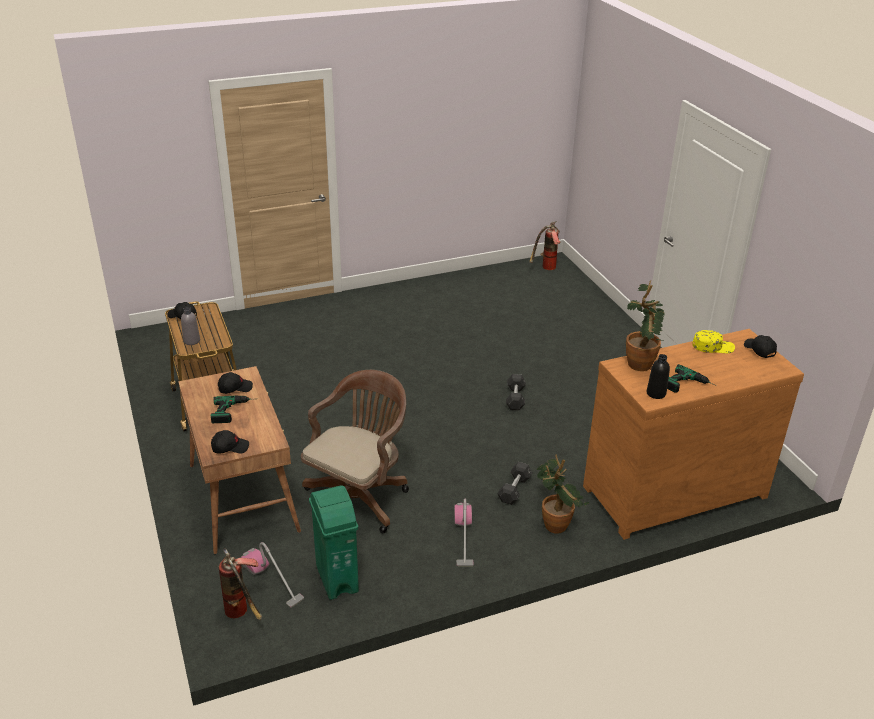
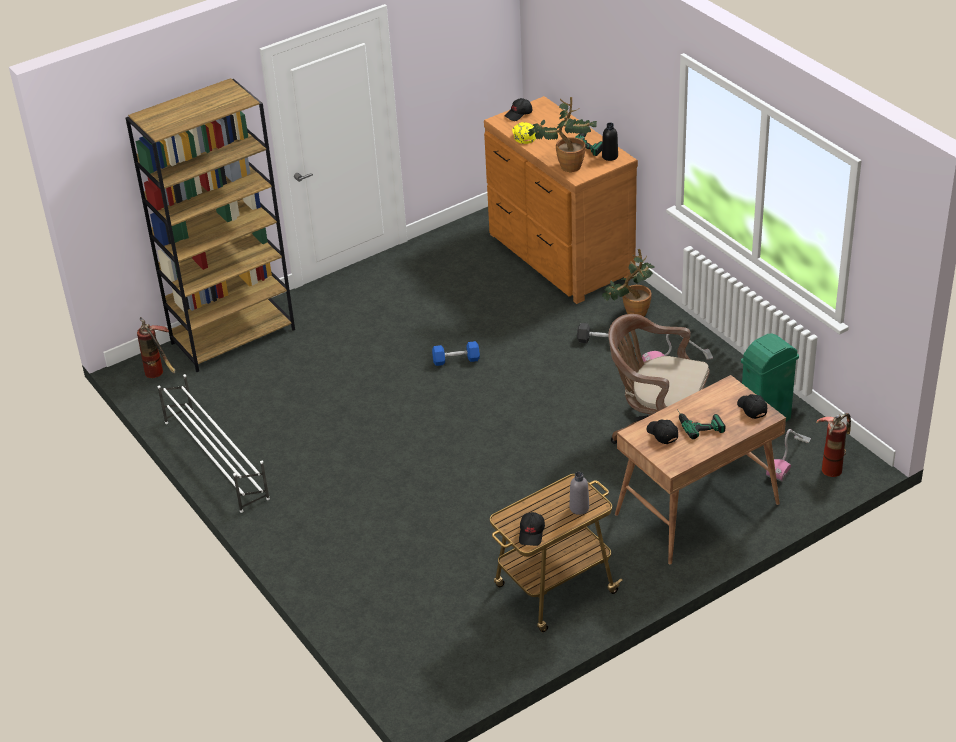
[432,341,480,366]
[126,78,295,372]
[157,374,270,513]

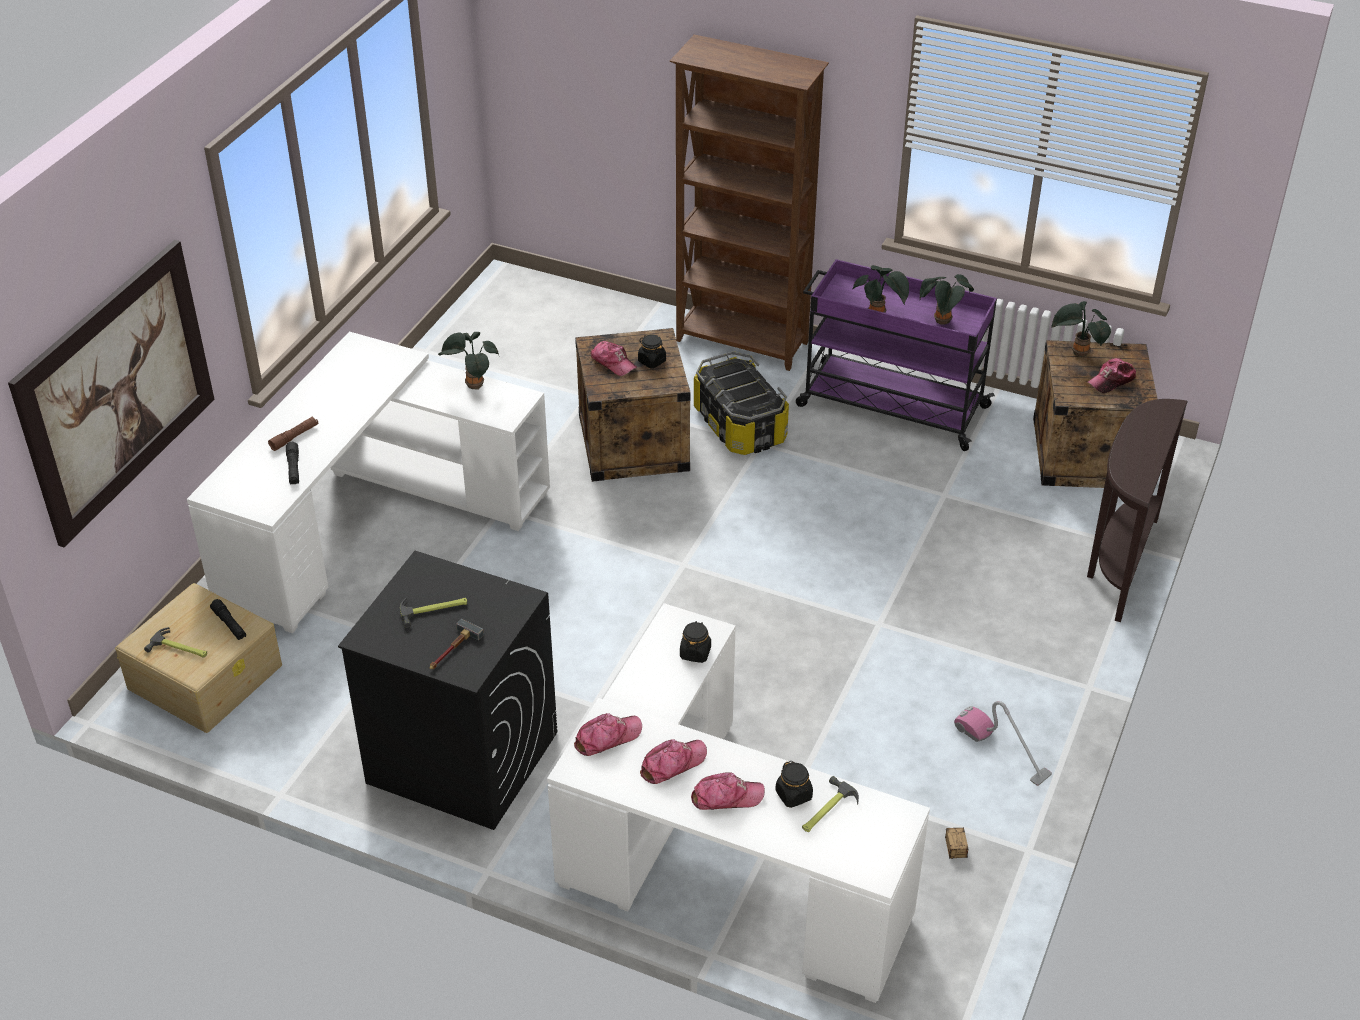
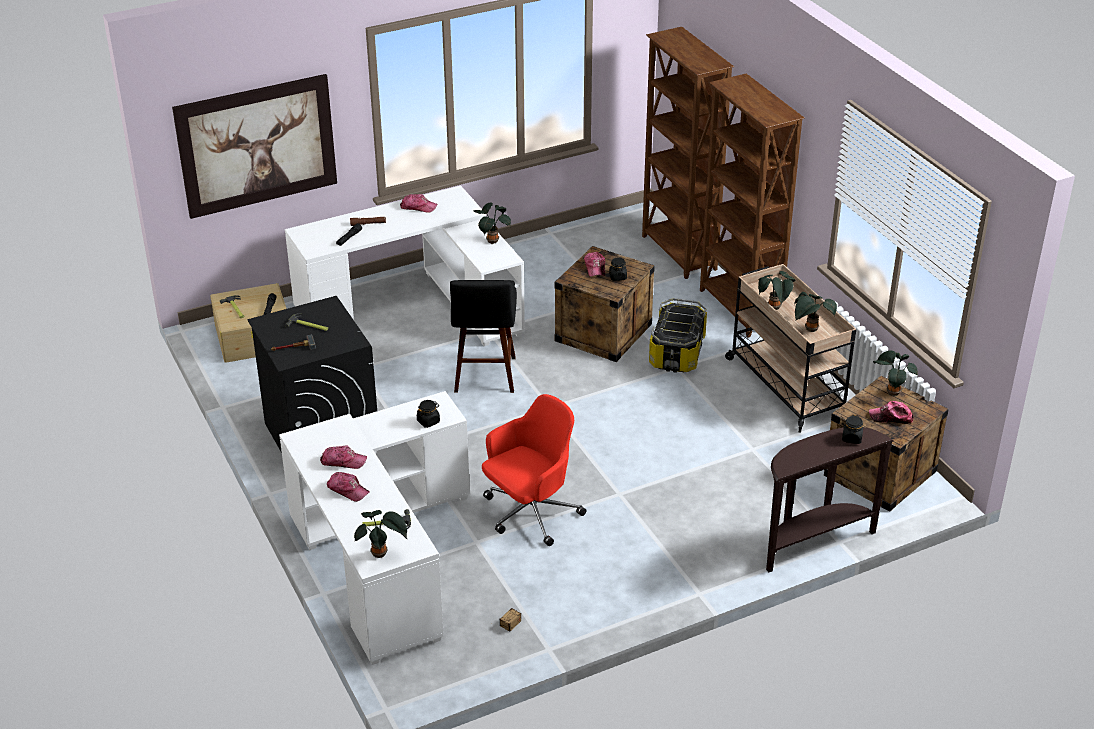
[725,264,856,433]
[954,701,1052,786] (first image)
[400,194,438,213]
[842,415,863,444]
[642,27,734,279]
[450,280,517,393]
[482,394,586,546]
[354,510,407,558]

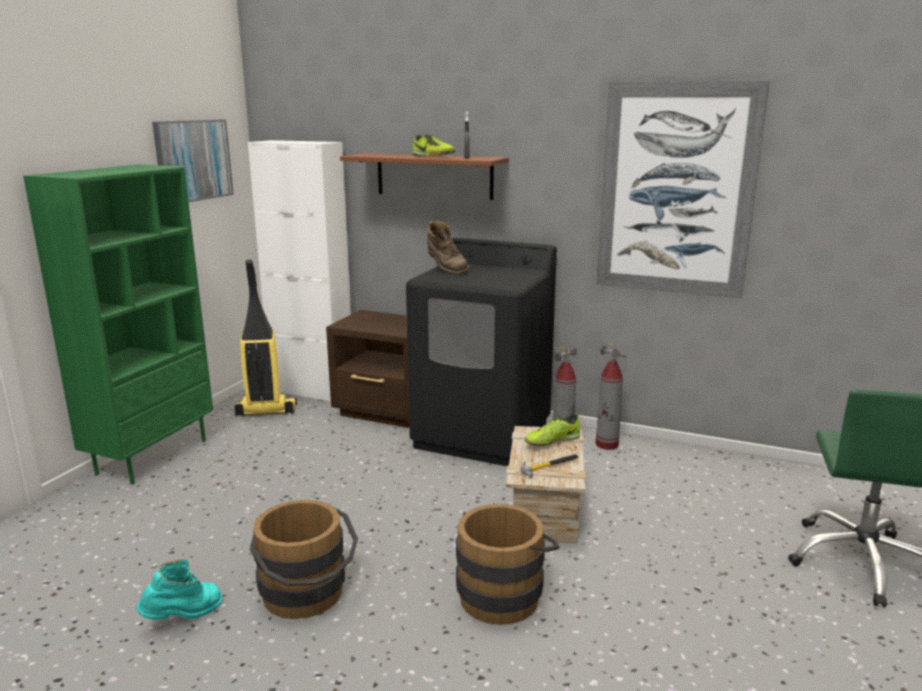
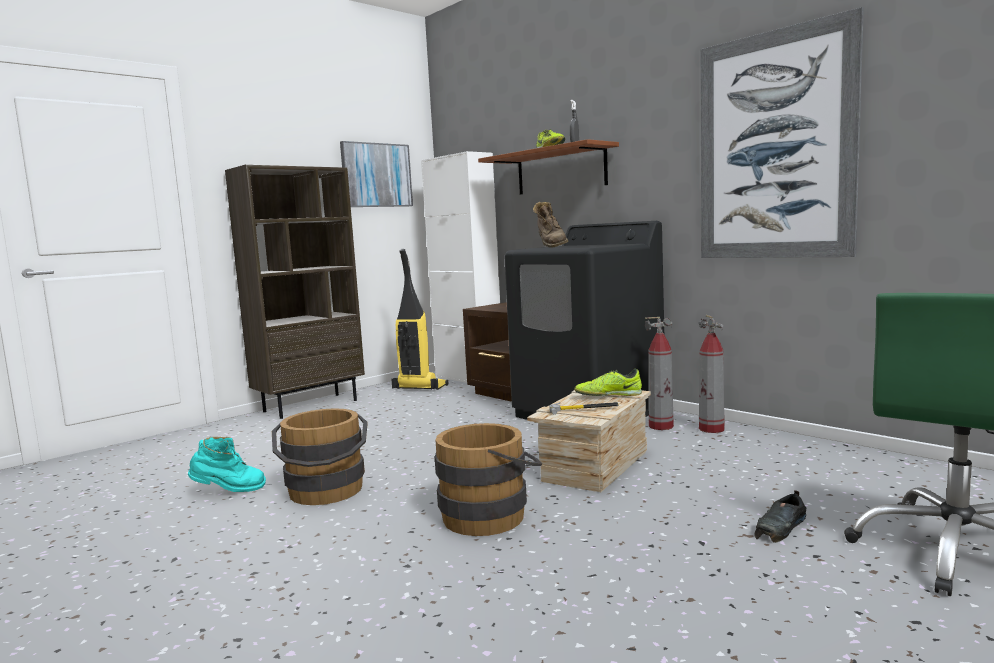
[225,165,365,419]
[754,490,806,543]

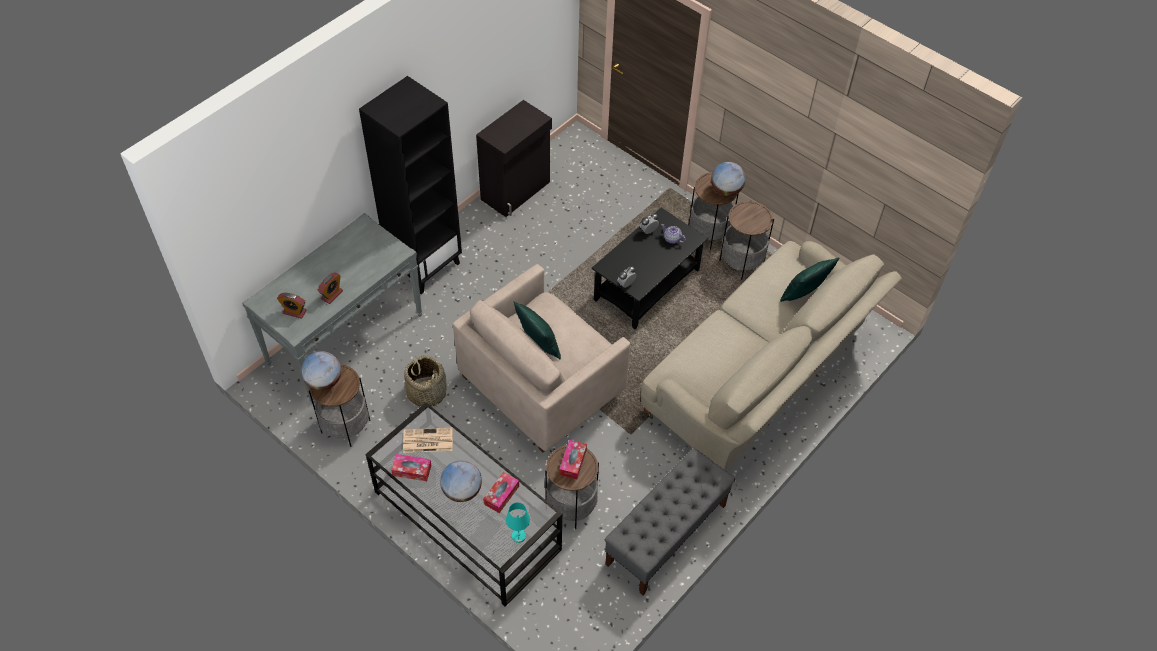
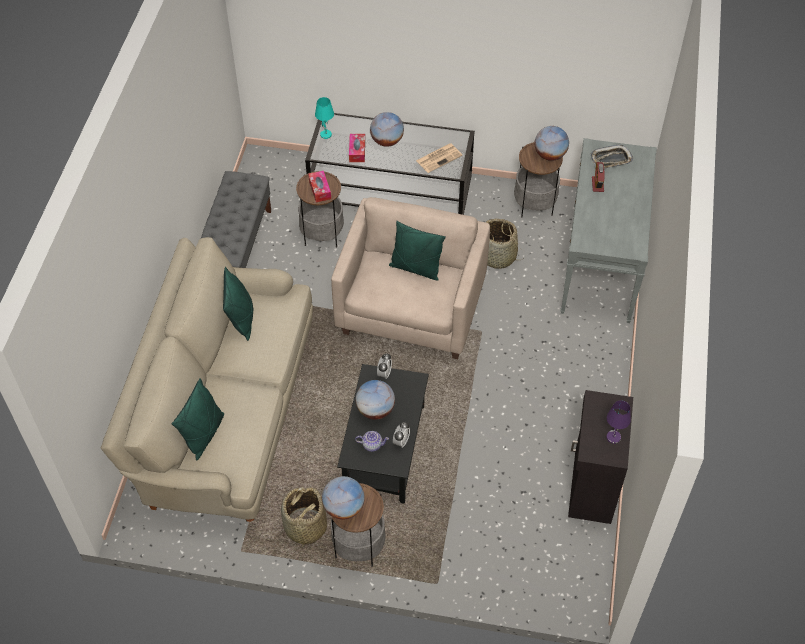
[359,76,462,294] (first image)
[281,487,327,549]
[591,144,633,169]
[391,454,431,481] (first image)
[223,267,254,341]
[356,380,395,420]
[606,400,631,444]

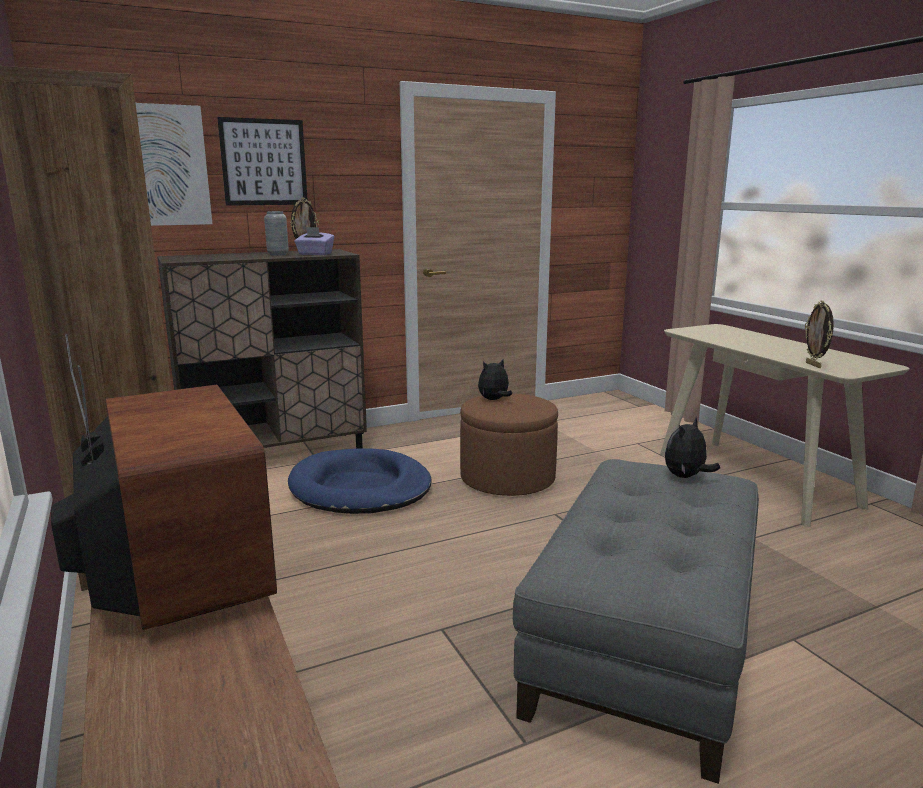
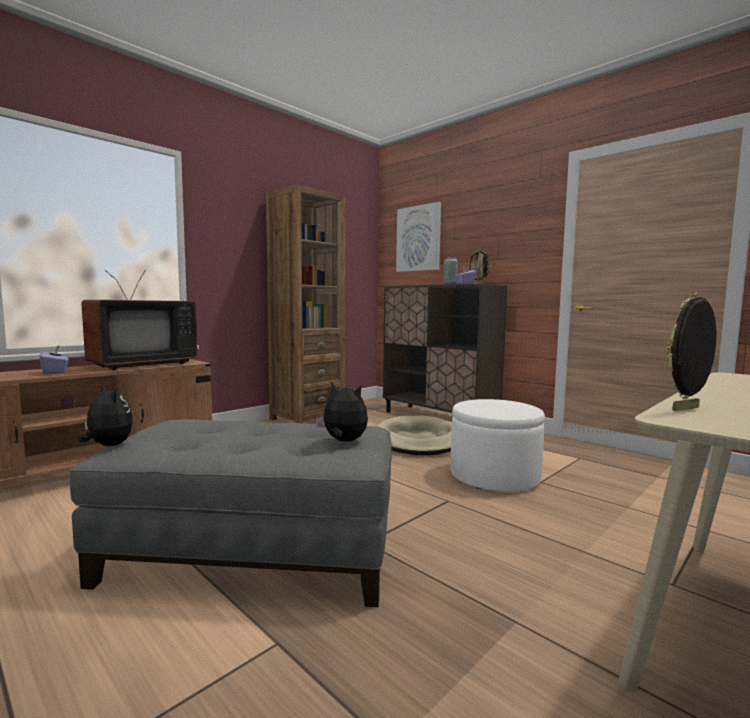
[217,117,308,206] (first image)
[78,384,133,446]
[450,399,545,492]
[376,416,452,455]
[40,345,69,374]

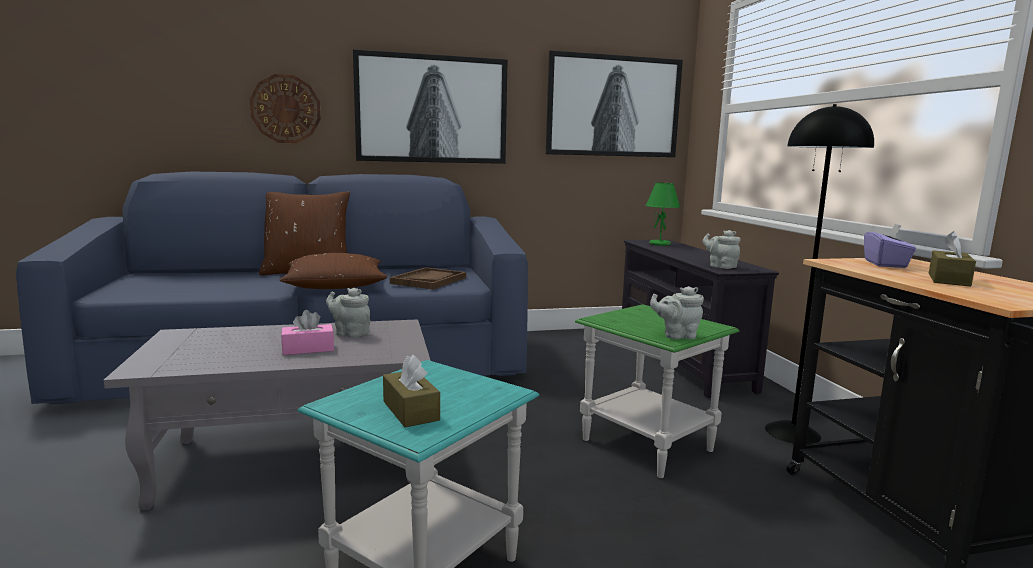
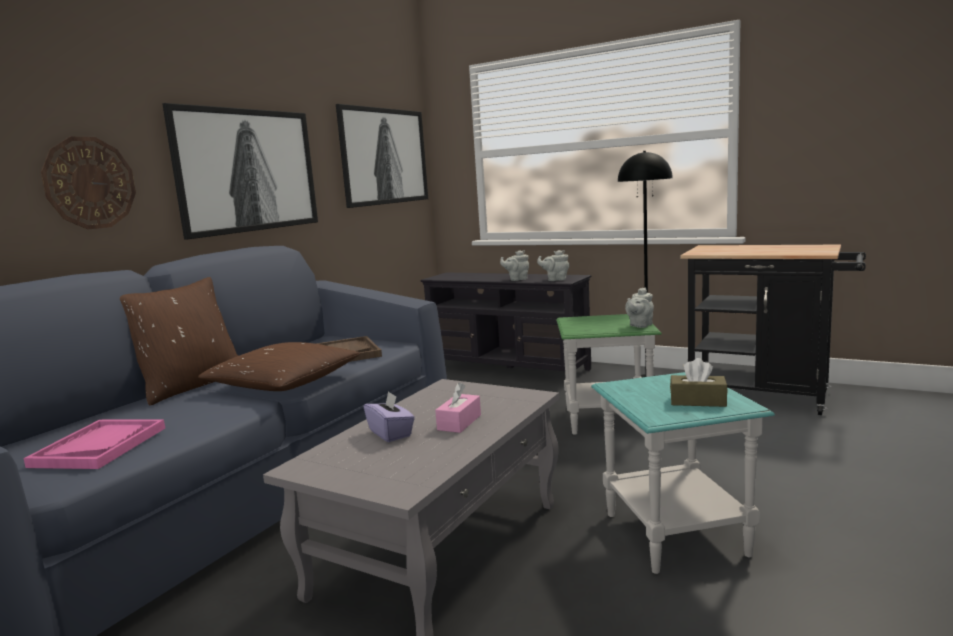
[646,183,680,246] (first image)
[364,391,415,442]
[929,231,976,287] (first image)
[500,250,529,281]
[23,420,165,469]

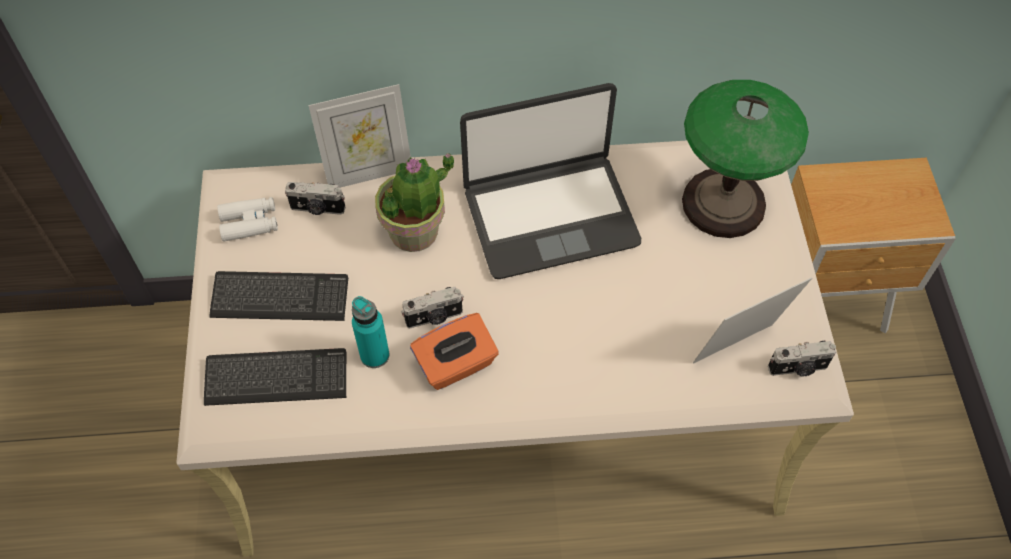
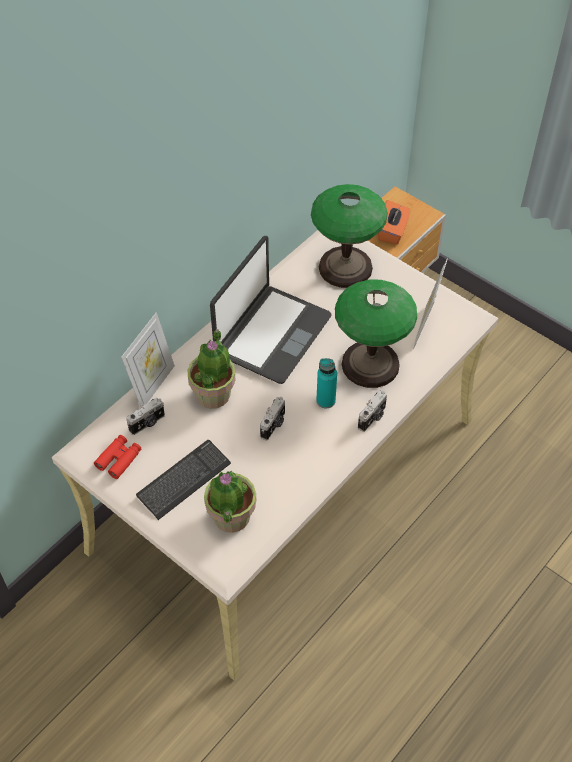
[94,435,141,479]
[316,358,337,408]
[377,200,410,244]
[358,391,387,432]
[204,471,256,533]
[335,280,417,388]

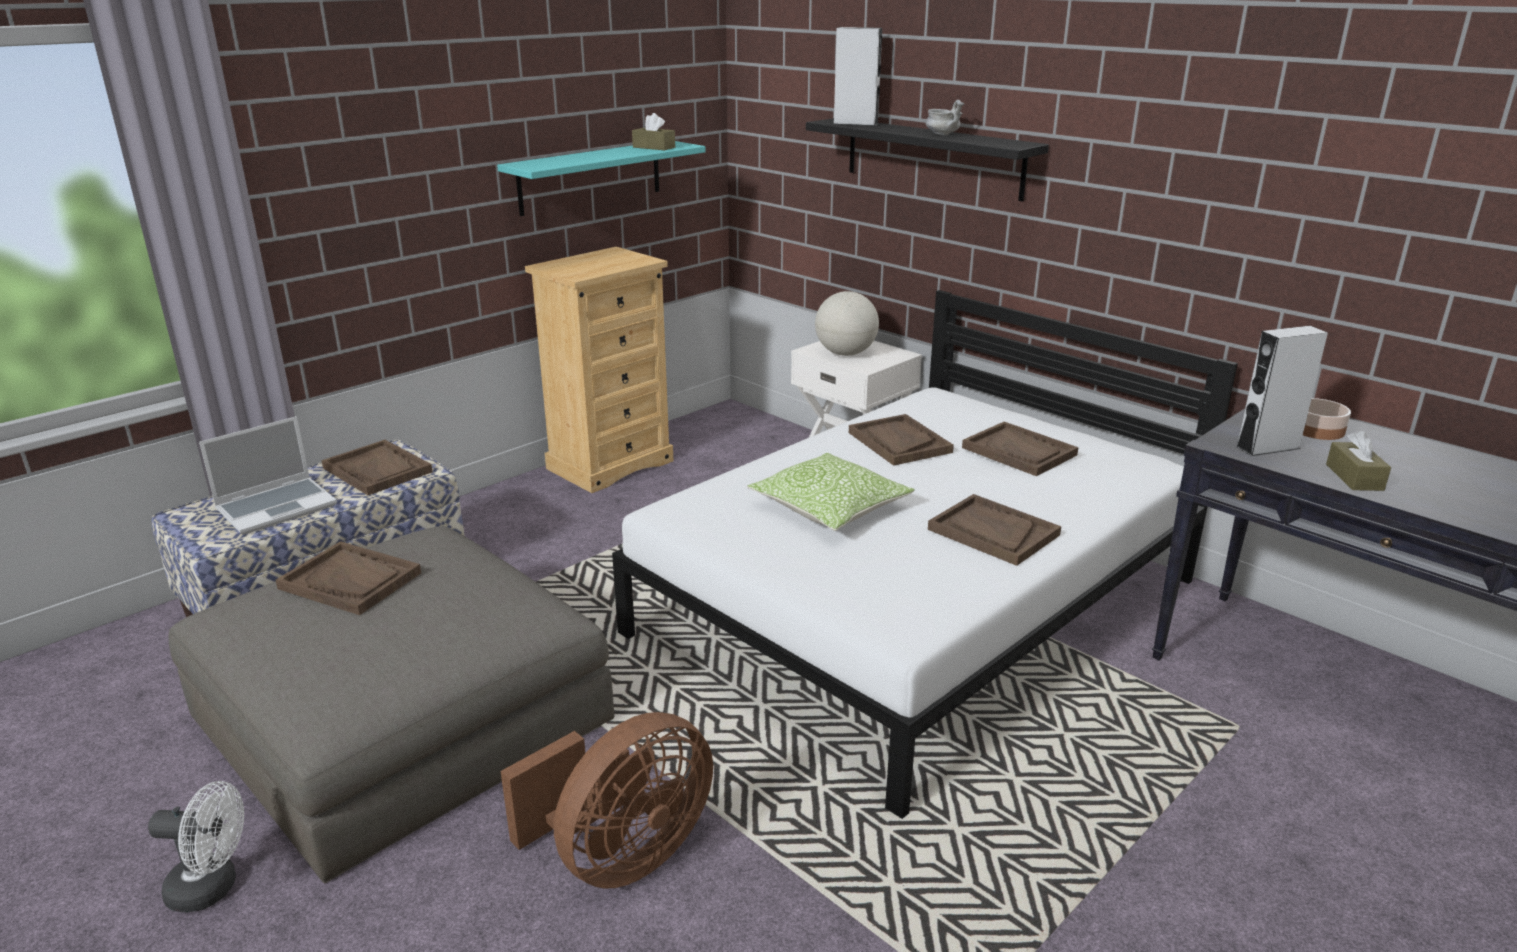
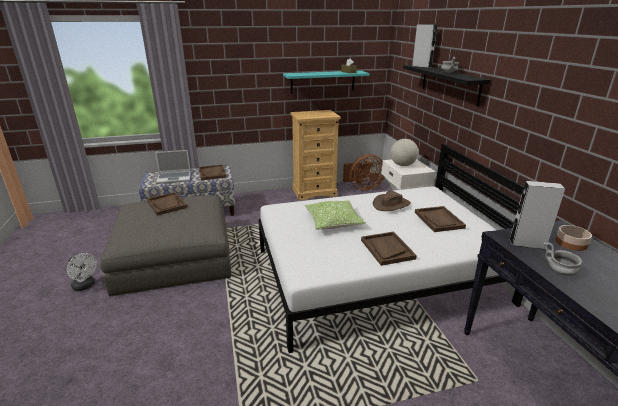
[373,191,411,211]
[543,242,582,275]
[343,154,384,190]

